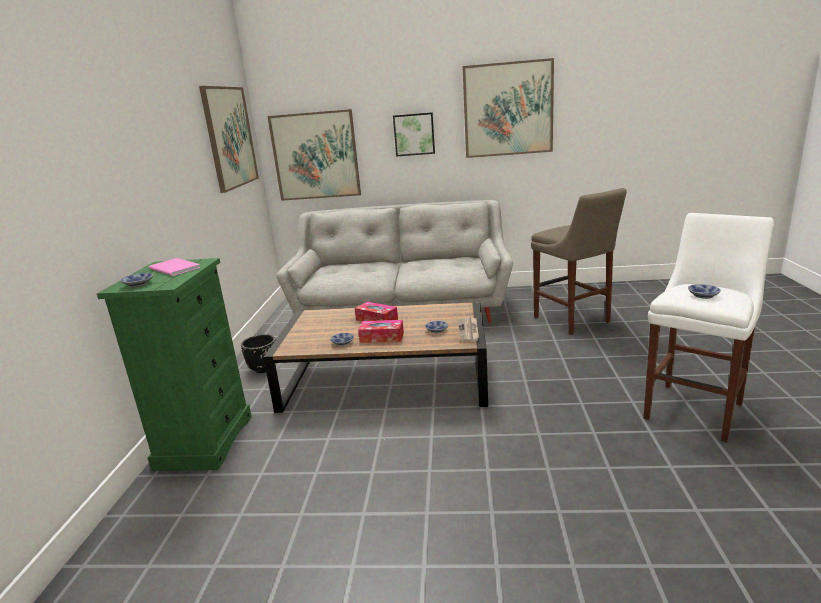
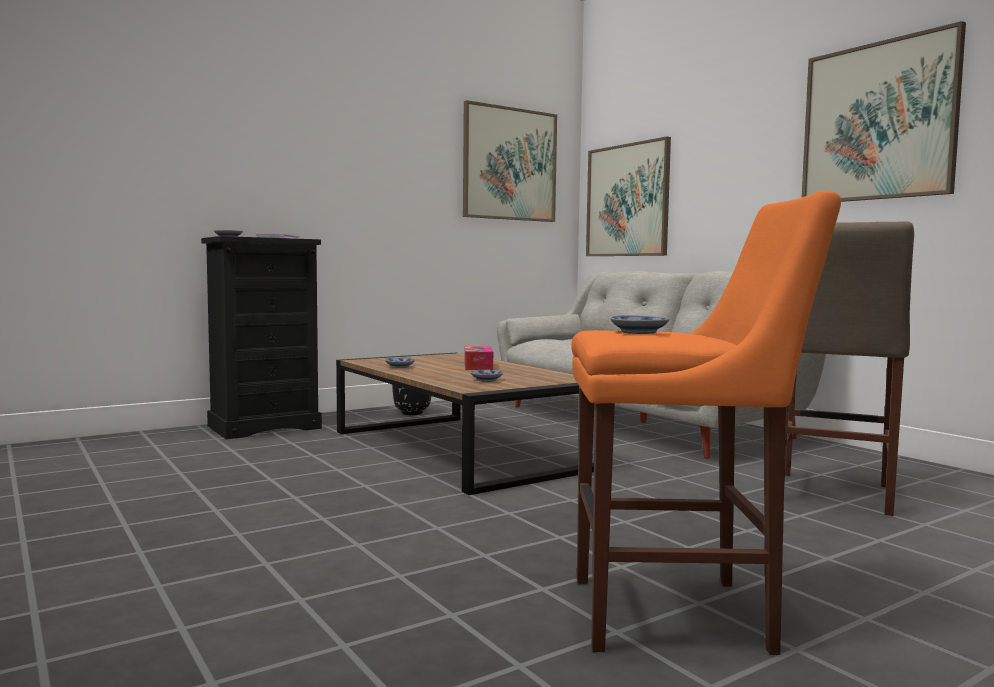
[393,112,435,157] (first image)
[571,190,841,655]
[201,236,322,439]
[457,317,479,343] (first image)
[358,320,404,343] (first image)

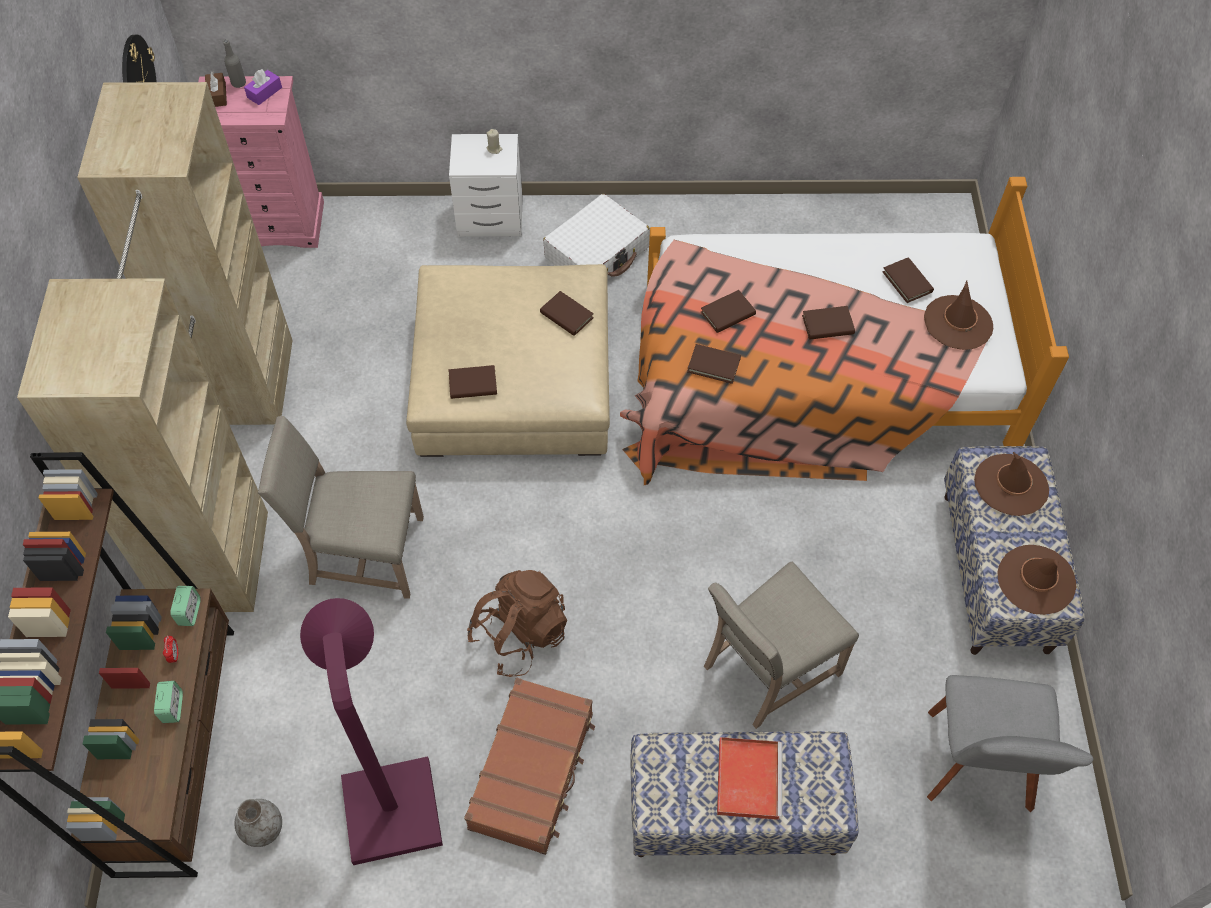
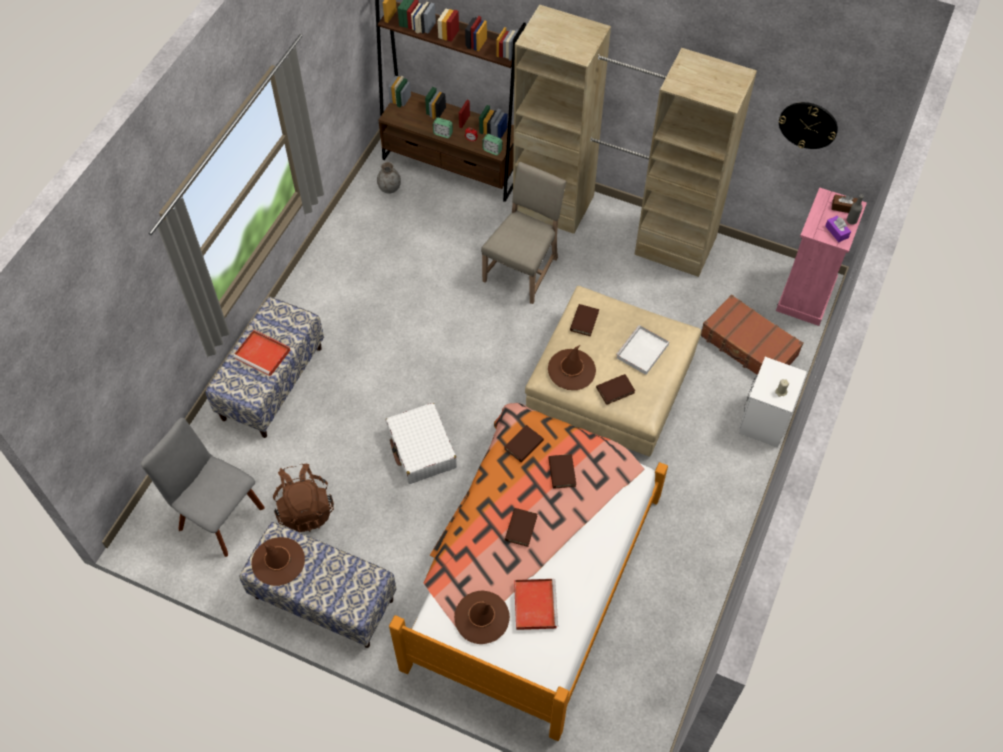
[386,403,457,484]
[514,579,558,630]
[548,345,596,390]
[704,561,859,729] (first image)
[273,464,334,532]
[300,598,443,865] (first image)
[701,294,803,375]
[616,325,669,375]

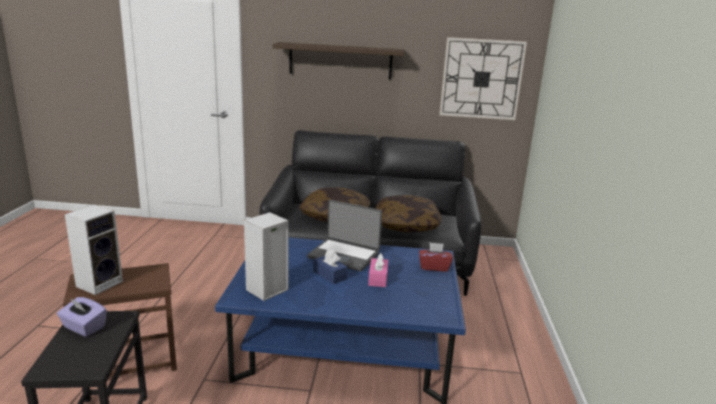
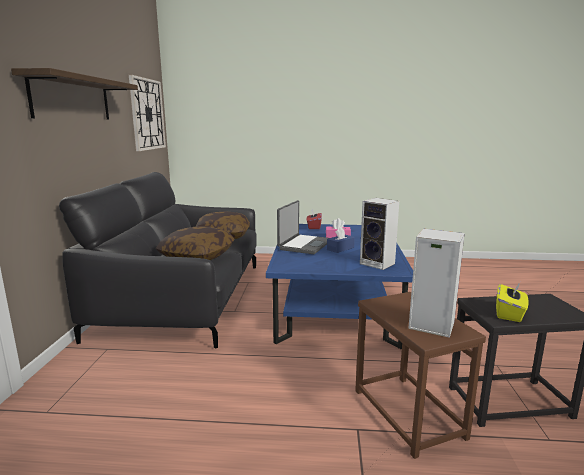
[496,282,529,322]

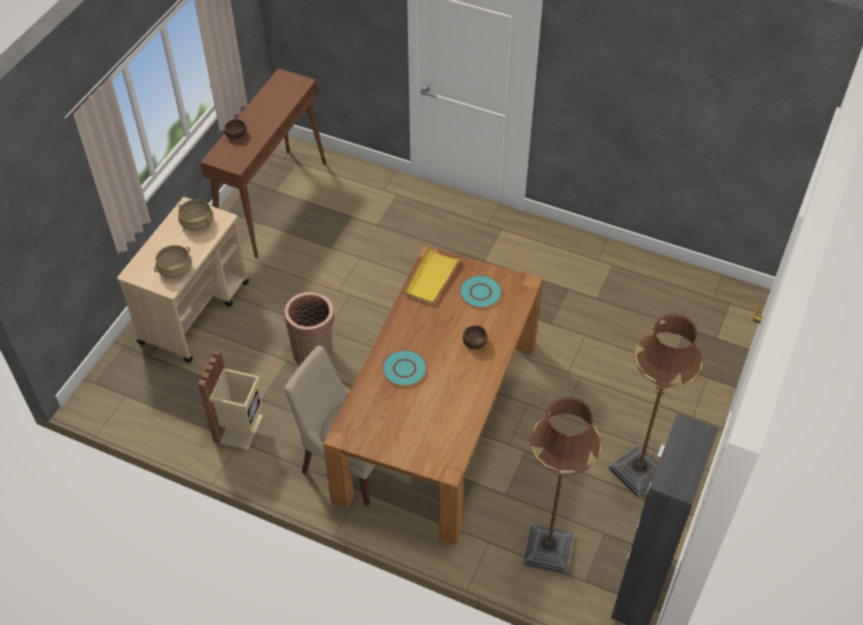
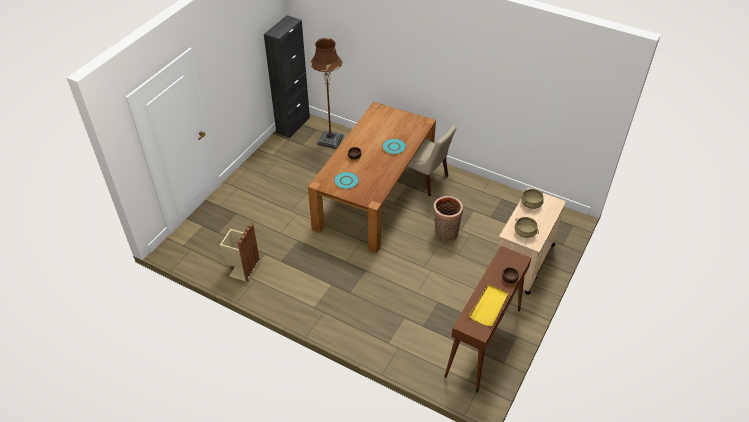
[469,284,509,327]
[609,314,703,498] (first image)
[220,223,261,282]

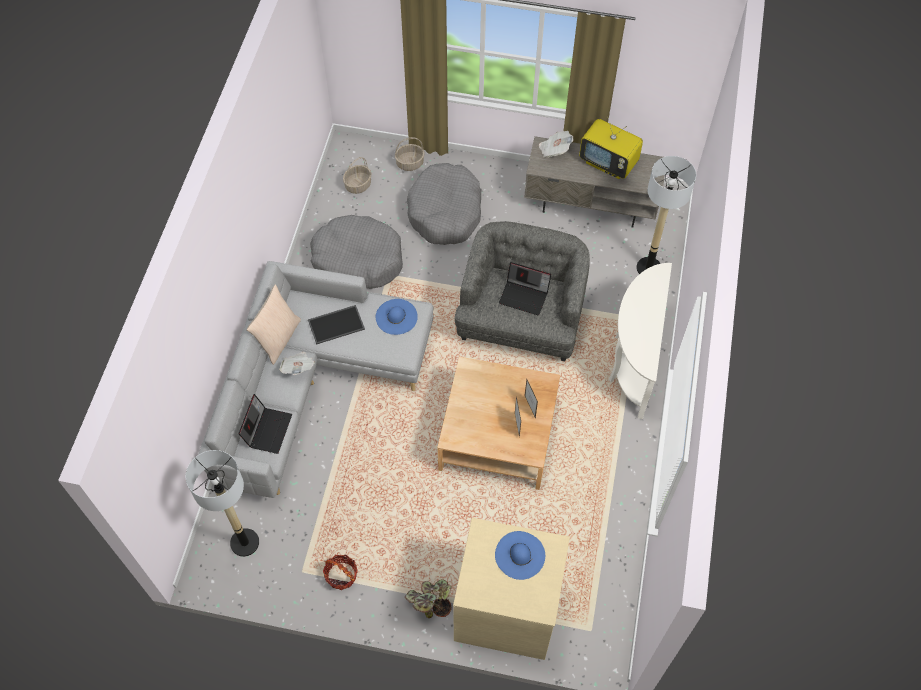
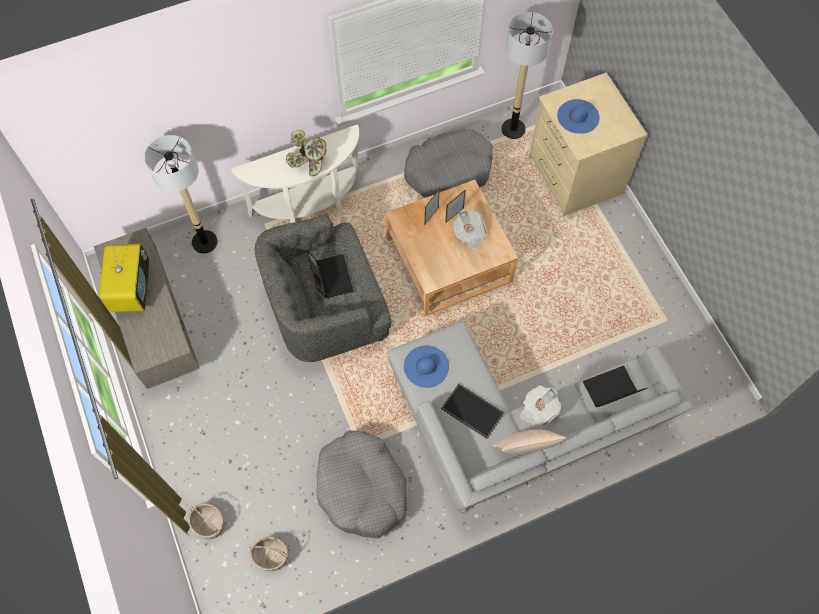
[453,209,487,250]
[404,129,493,198]
[502,12,553,139]
[323,555,358,590] (first image)
[286,130,326,176]

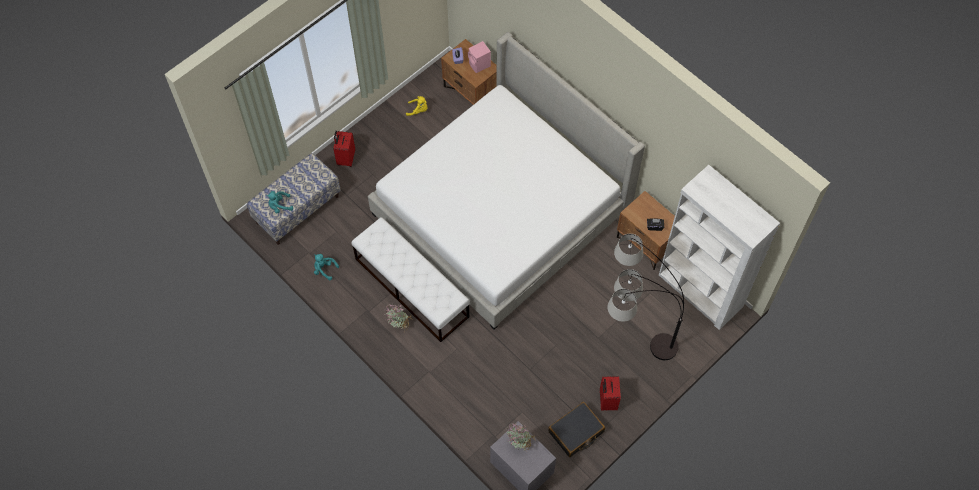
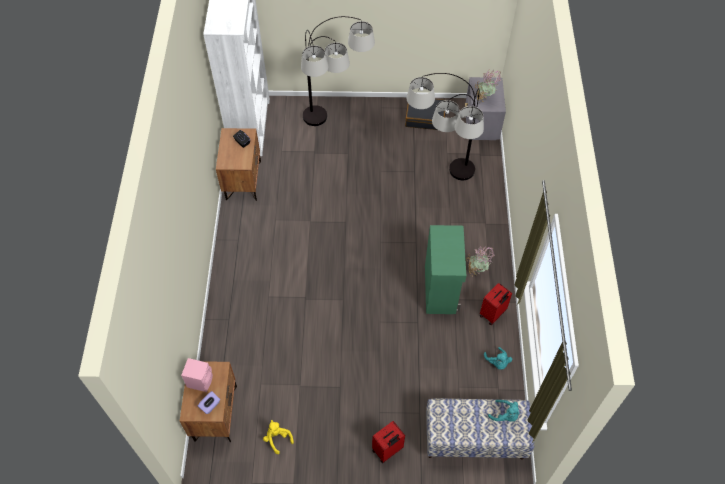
[368,32,645,330] (first image)
[425,225,466,314]
[480,283,512,325]
[407,73,484,180]

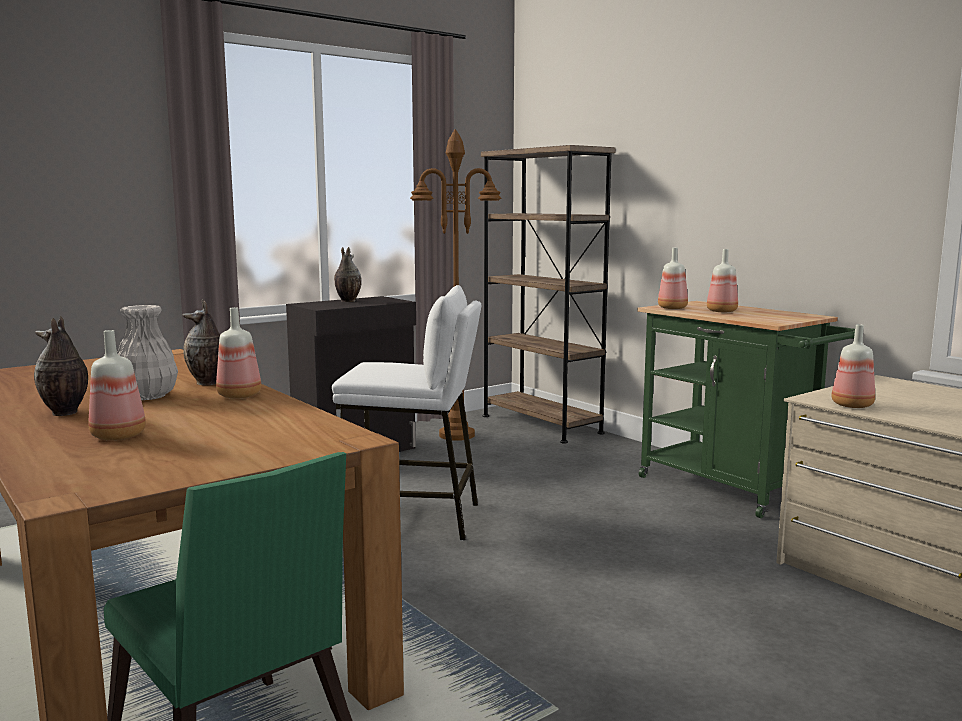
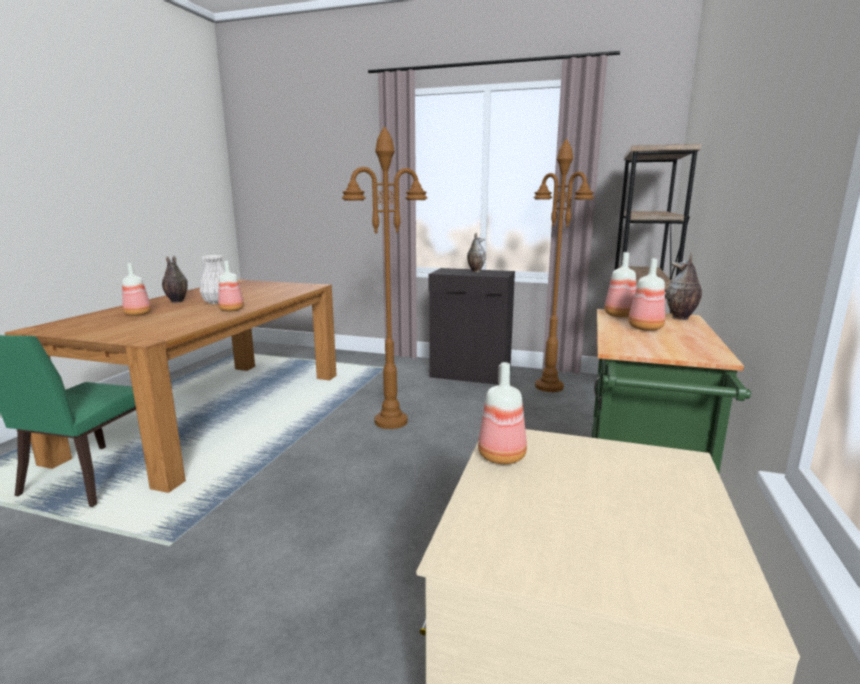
[342,126,427,429]
[666,253,702,320]

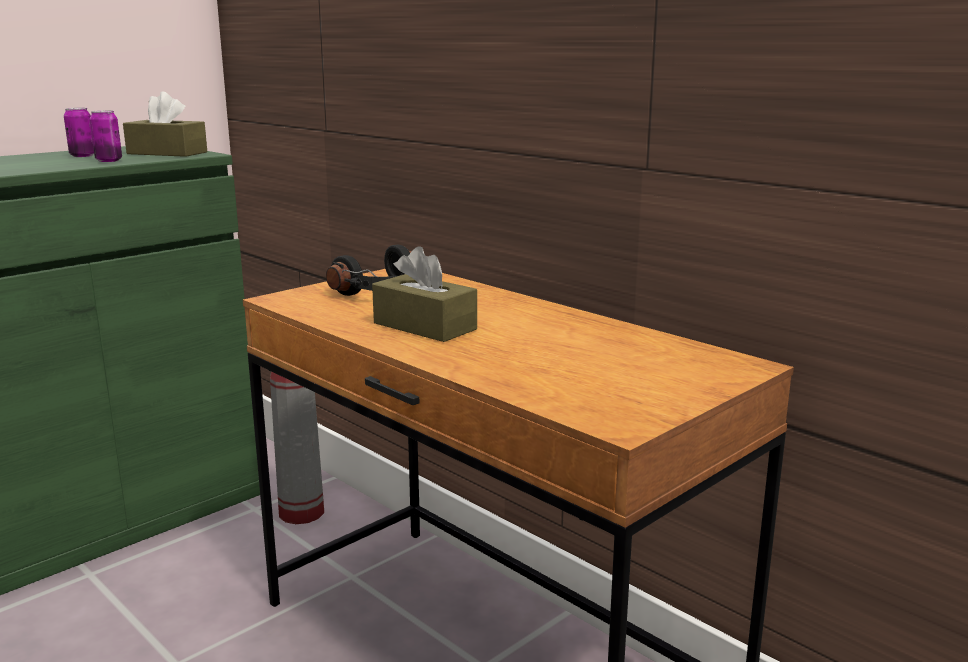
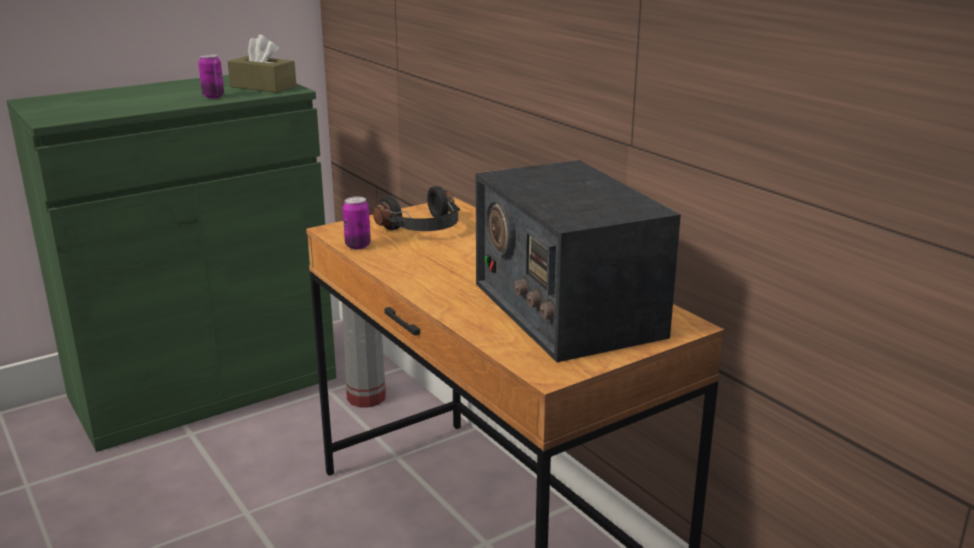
[343,197,371,249]
[372,246,477,342] (first image)
[476,160,681,362]

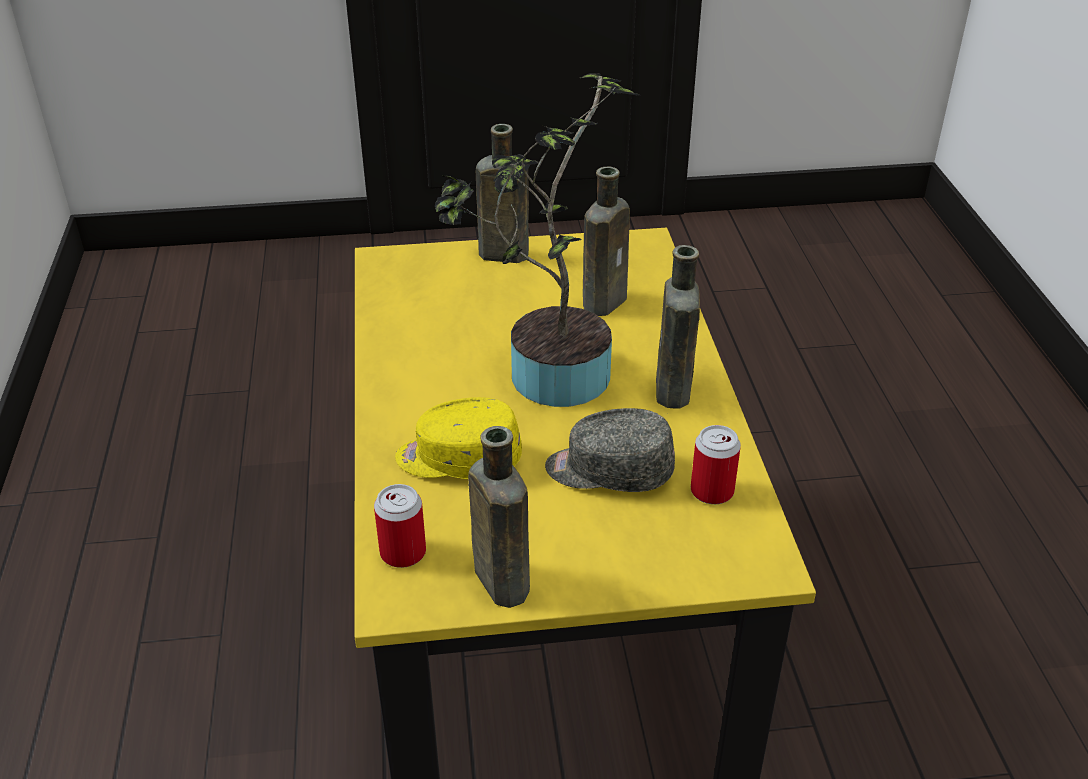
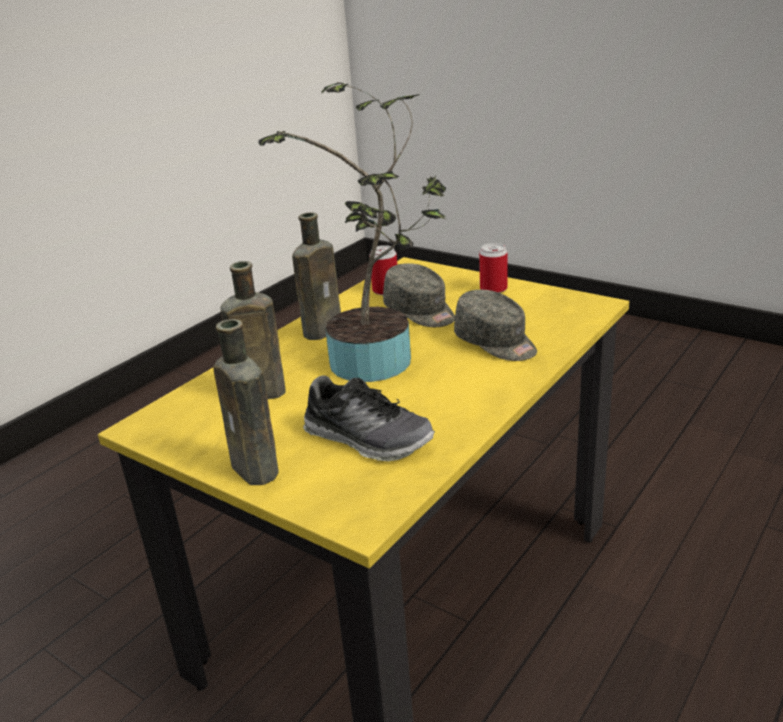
[454,290,537,361]
[468,426,530,608] (first image)
[479,243,507,293]
[303,376,435,462]

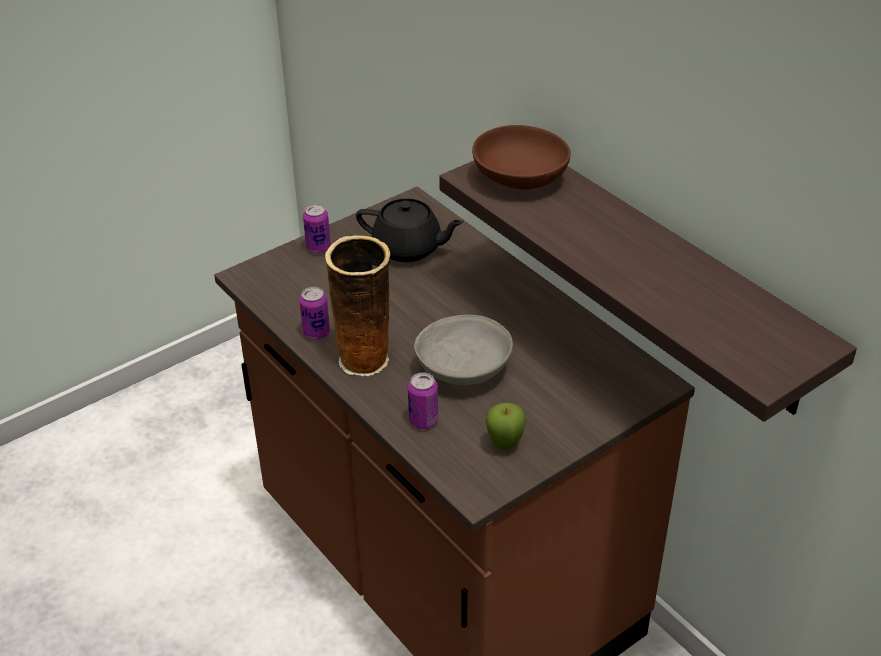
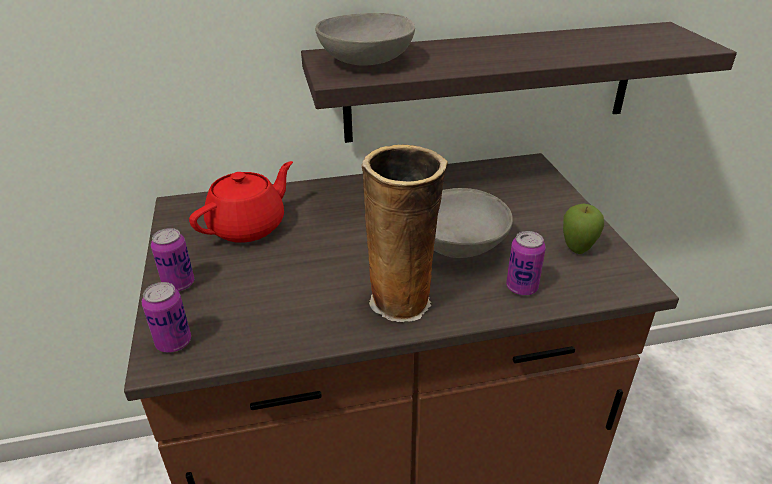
[315,13,415,66]
[189,161,293,243]
[142,282,191,353]

